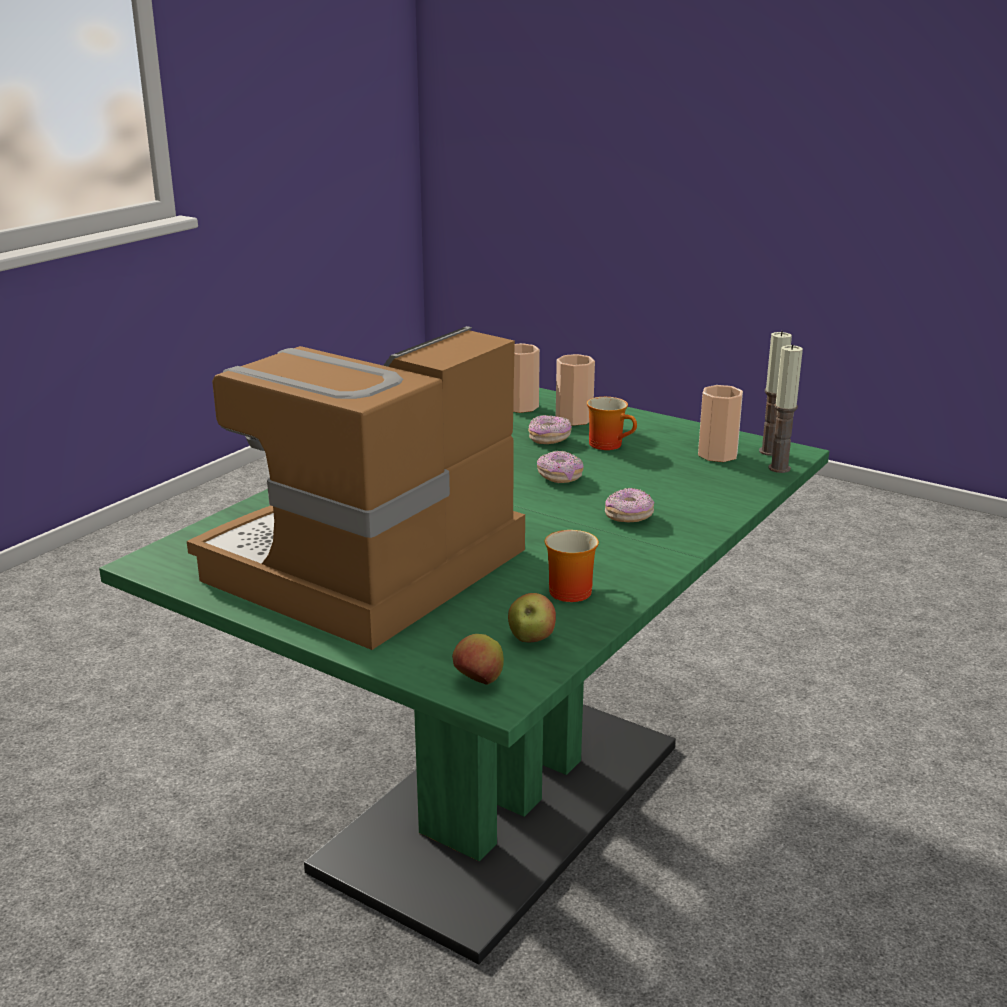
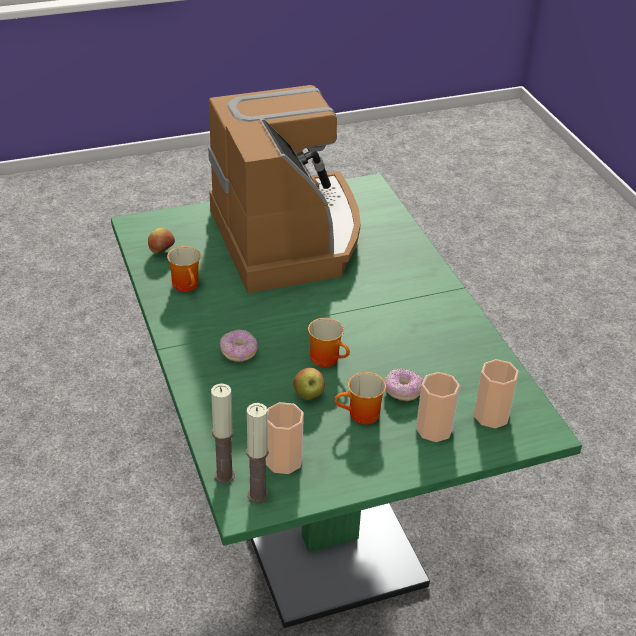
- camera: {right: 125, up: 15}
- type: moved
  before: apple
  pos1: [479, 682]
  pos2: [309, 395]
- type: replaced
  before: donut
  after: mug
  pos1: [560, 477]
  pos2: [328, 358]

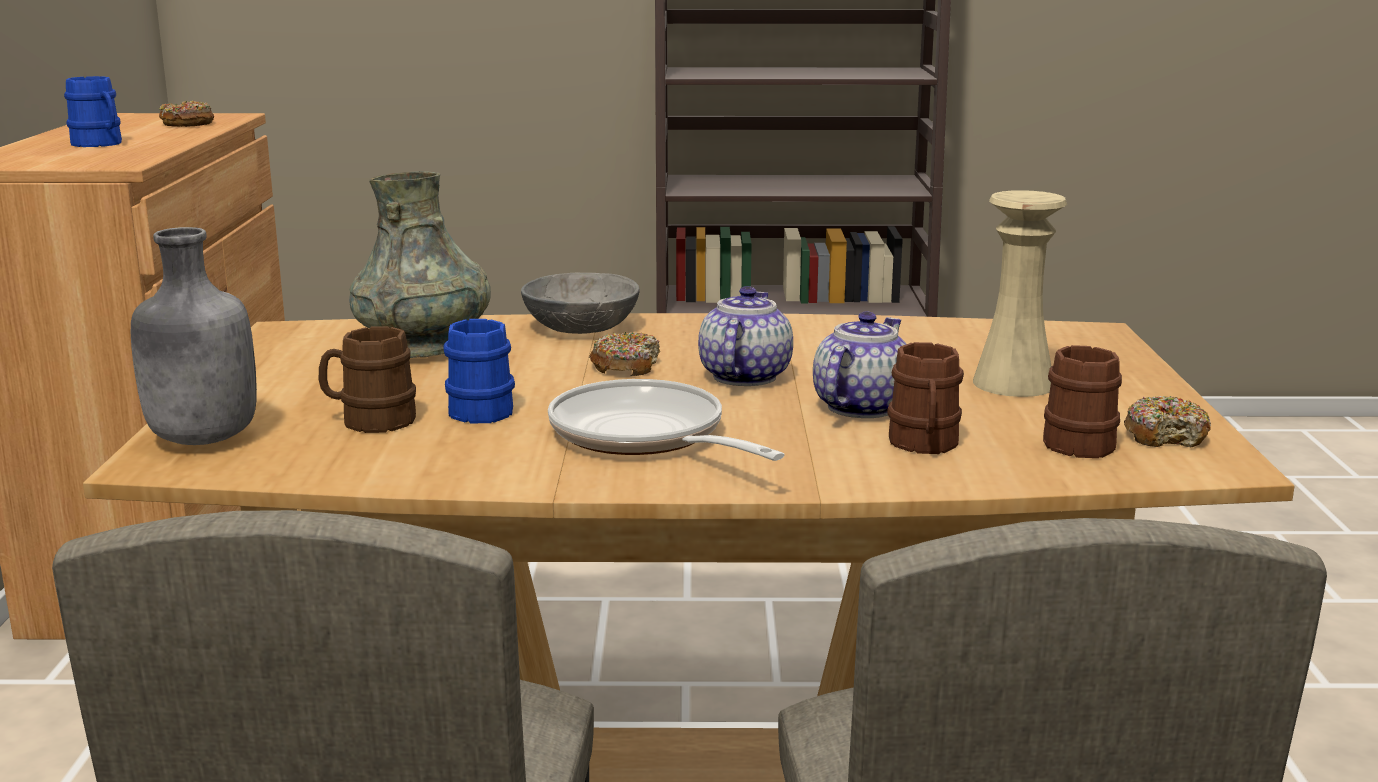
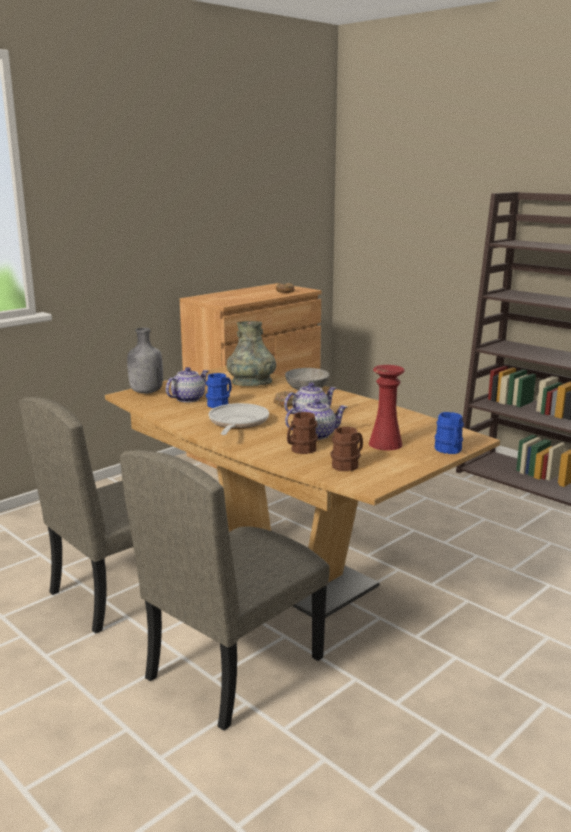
- camera: {right: 45, up: 0}
- type: moved
  before: mug/blue
  pos1: [100, 144]
  pos2: [449, 450]
- type: replaced
  before: mug/brown
  after: teapot
  pos1: [370, 421]
  pos2: [188, 399]
- type: recoloured
  before: vase/beige
  after: vase/red
  pos1: [1013, 383]
  pos2: [385, 444]
- type: removed
  before: donut
  pos1: [1165, 436]

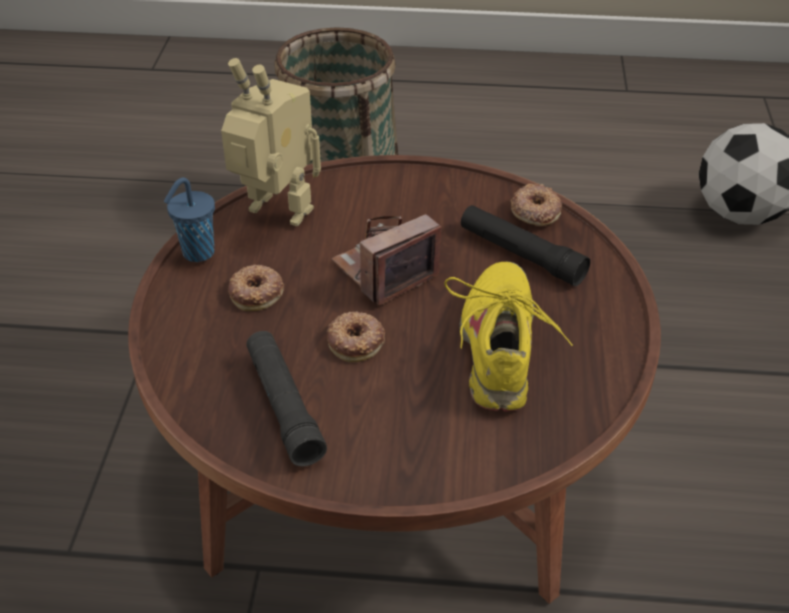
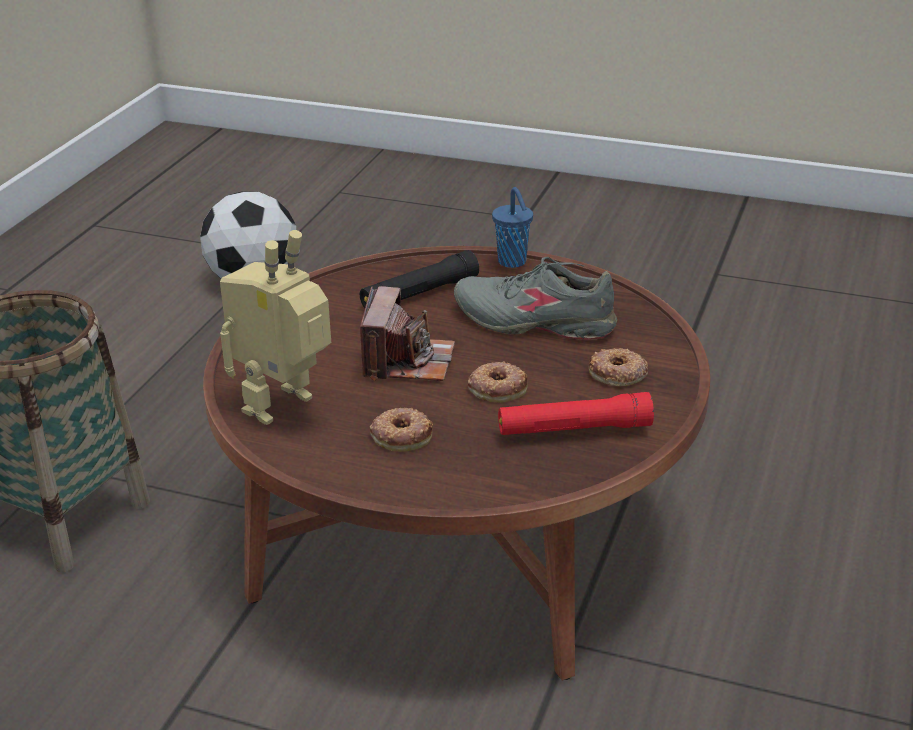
- camera: {right: -75, up: -10}
- type: moved
  before: cup/blue
  pos1: [196, 254]
  pos2: [513, 262]
- type: recoloured
  before: flashlight/black
  after: flashlight/red
  pos1: [284, 406]
  pos2: [574, 429]
- type: turned
  before: photo camera
  pos1: [385, 272]
  pos2: [407, 361]
  turn: -150
- type: recoloured
  before: shoe/yellow
  after: shoe/grey
  pos1: [501, 349]
  pos2: [536, 322]
- type: moved
  before: donut
  pos1: [535, 210]
  pos2: [617, 373]

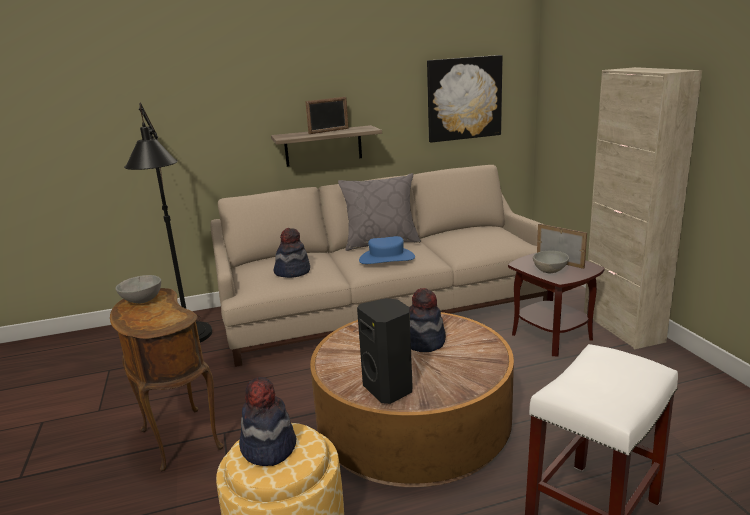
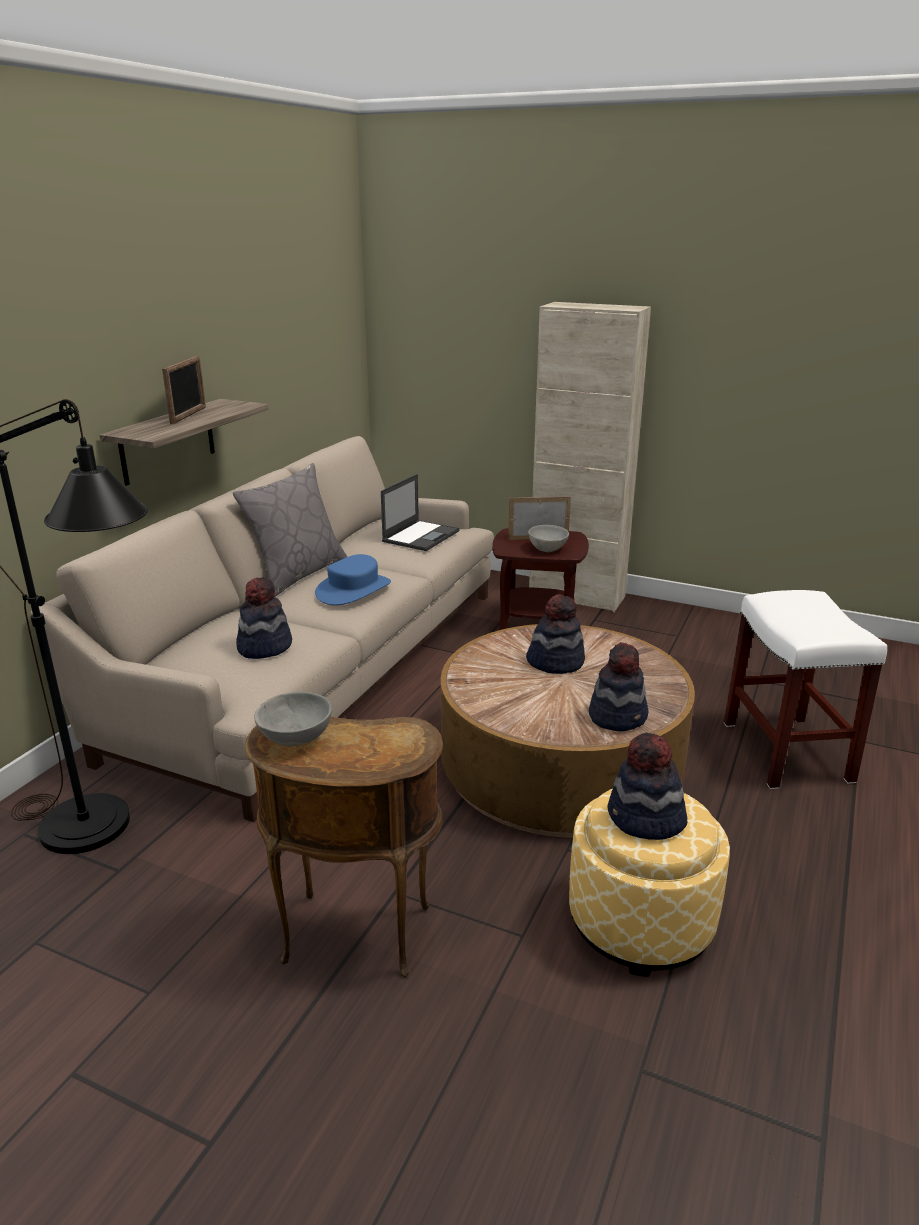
- camera: {right: -50, up: 5}
- type: replaced
  before: speaker/black
  after: hat
  pos1: [389, 389]
  pos2: [618, 716]
- type: removed
  before: picture
  pos1: [464, 98]
- type: added
  after: laptop
  pos2: [421, 536]

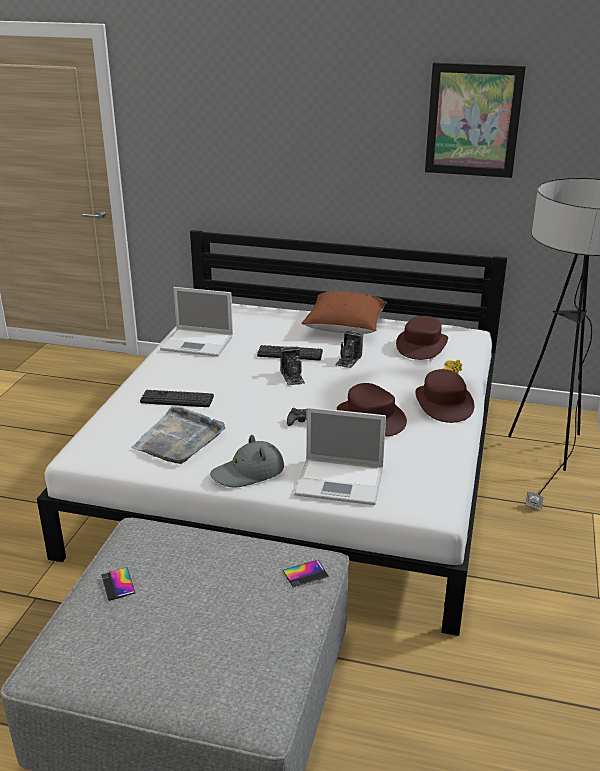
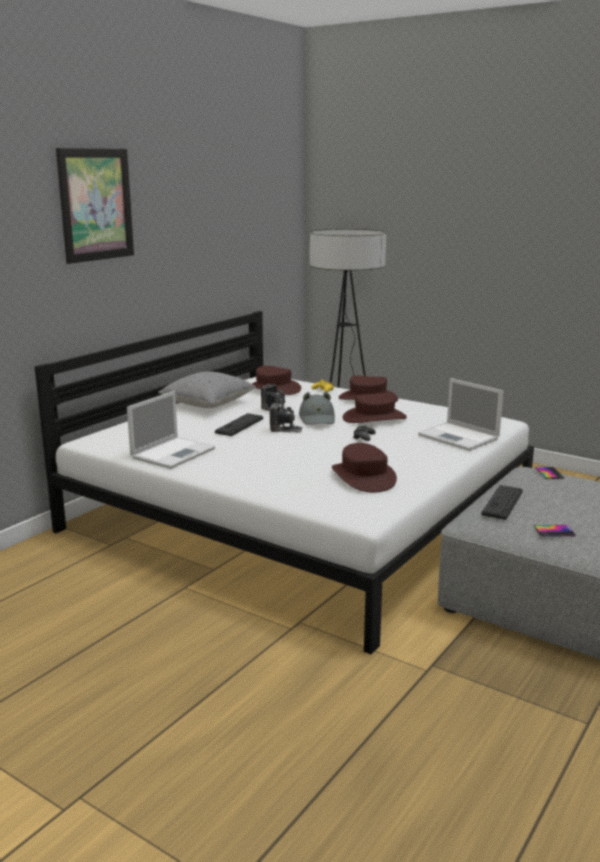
- camera: {right: -70, up: -10}
- type: replaced
  before: tray/grey
  after: hat/brown
  pos1: [179, 439]
  pos2: [364, 477]
- type: moved
  before: keyboard
  pos1: [177, 399]
  pos2: [502, 503]
- type: moved
  before: hat/grey
  pos1: [248, 472]
  pos2: [317, 418]
- type: turned
  before: laptop
  pos1: [341, 481]
  pos2: [460, 437]
  turn: 105
- type: recoloured
  before: pillow/brown
  after: pillow/grey
  pos1: [345, 327]
  pos2: [208, 404]
- type: moved
  before: picture
  pos1: [473, 120]
  pos2: [96, 205]

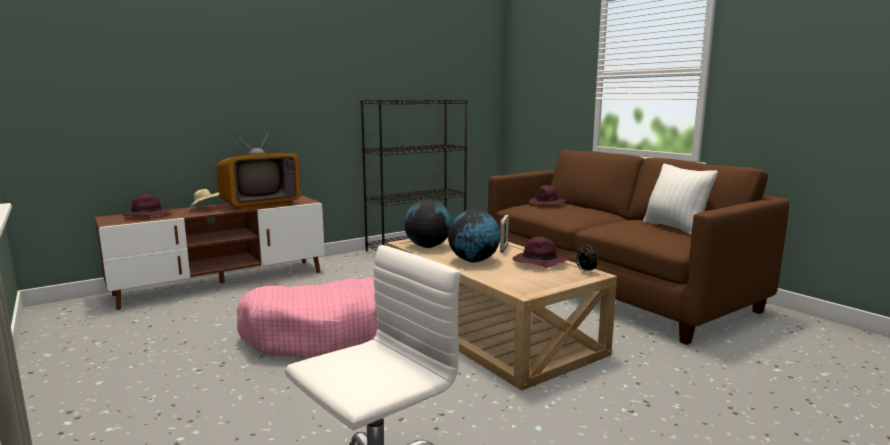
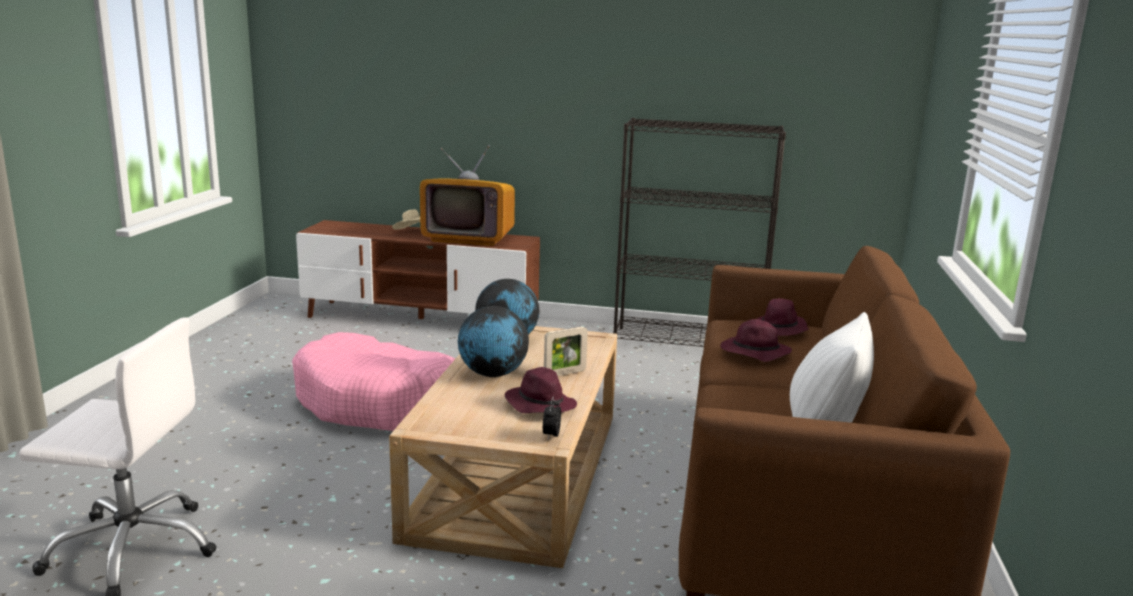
- camera: {right: 45, up: 5}
- type: moved
  before: hat/purple
  pos1: [146, 215]
  pos2: [753, 353]

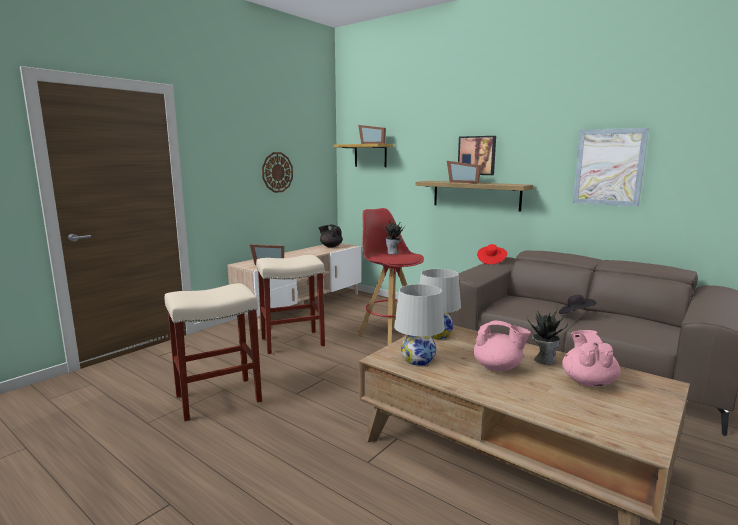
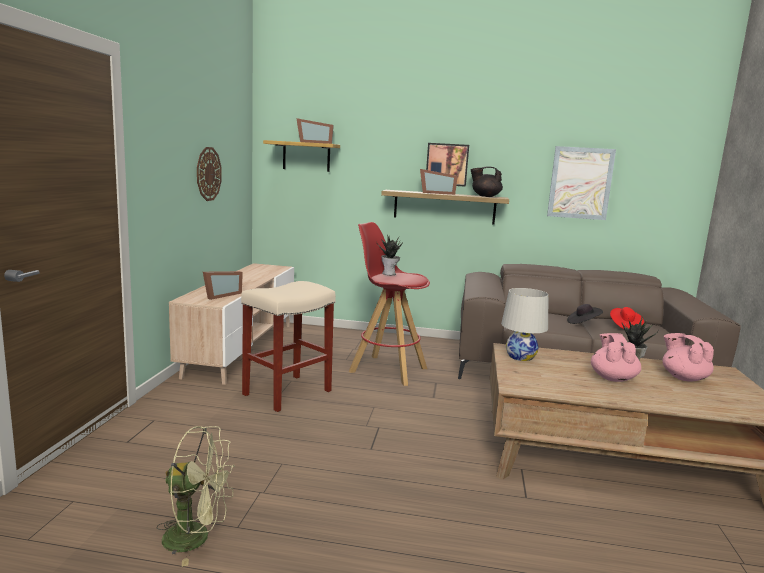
- camera: {right: -30, up: 0}
- type: removed
  before: stool/beige
  pos1: [219, 398]
- type: moved
  before: teapot/black
  pos1: [331, 246]
  pos2: [485, 196]
- type: removed
  before: table lamp/white
  pos1: [418, 360]
- type: turned
  before: teapot/pink
  pos1: [498, 367]
  pos2: [612, 378]
  turn: -75
- type: moved
  before: hat/red
  pos1: [491, 261]
  pos2: [625, 327]
- type: added
  after: fan/green
  pos2: [196, 538]

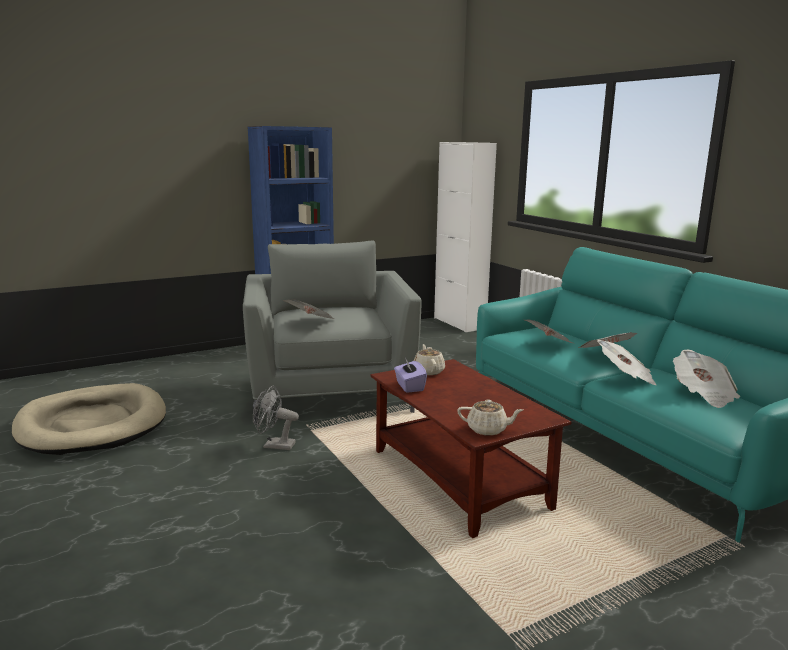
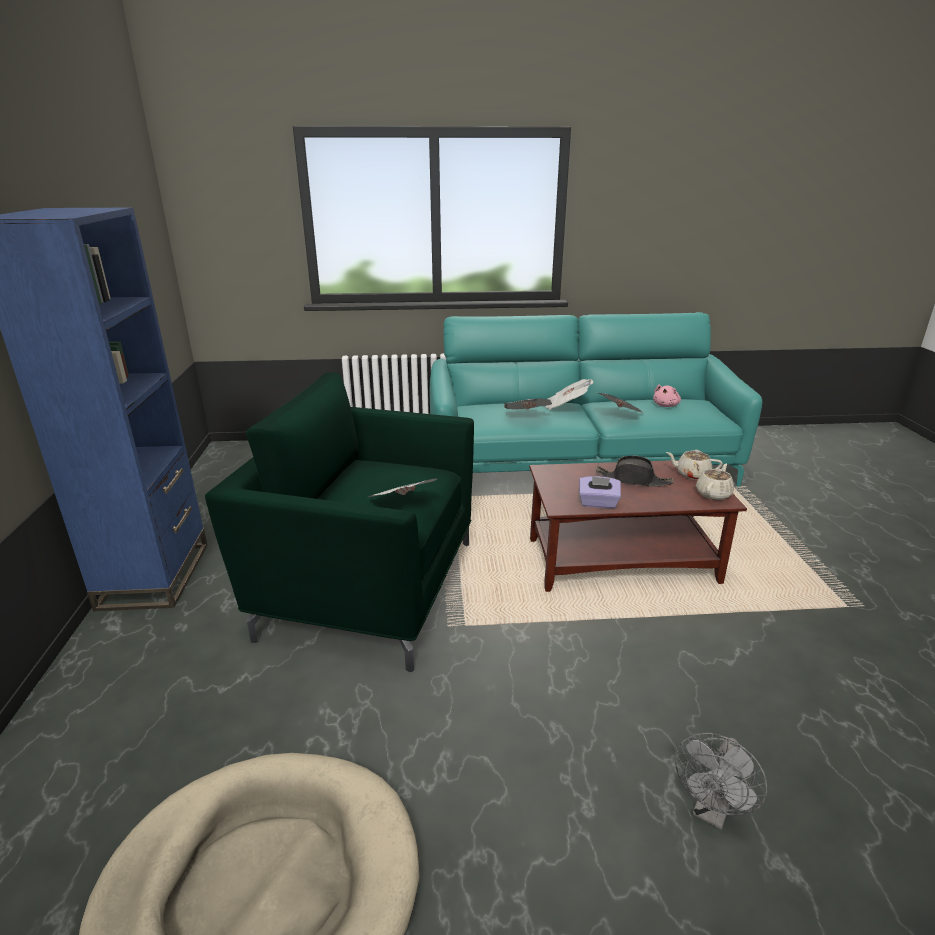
- camera: {right: -65, up: 10}
- type: recoloured
  before: armchair/grey
  after: armchair/green
  pos1: [331, 393]
  pos2: [367, 586]
- type: moved
  before: fan/grey
  pos1: [274, 445]
  pos2: [711, 811]
- type: moved
  before: teapot/beige
  pos1: [428, 371]
  pos2: [691, 474]
- type: removed
  before: cabinet/white
  pos1: [459, 323]
- type: replaced
  before: newspaper
  after: plush toy/pink
  pos1: [703, 394]
  pos2: [666, 405]
- type: added
  after: hat/black
  pos2: [633, 480]

